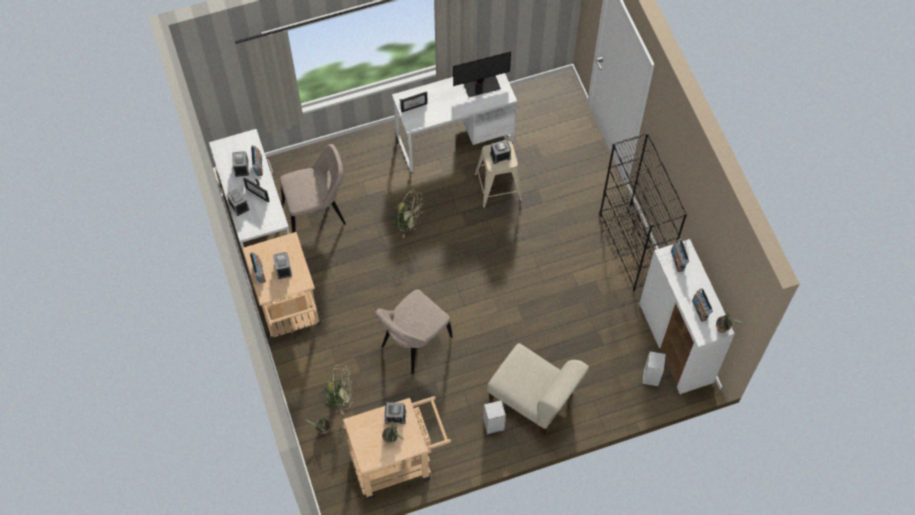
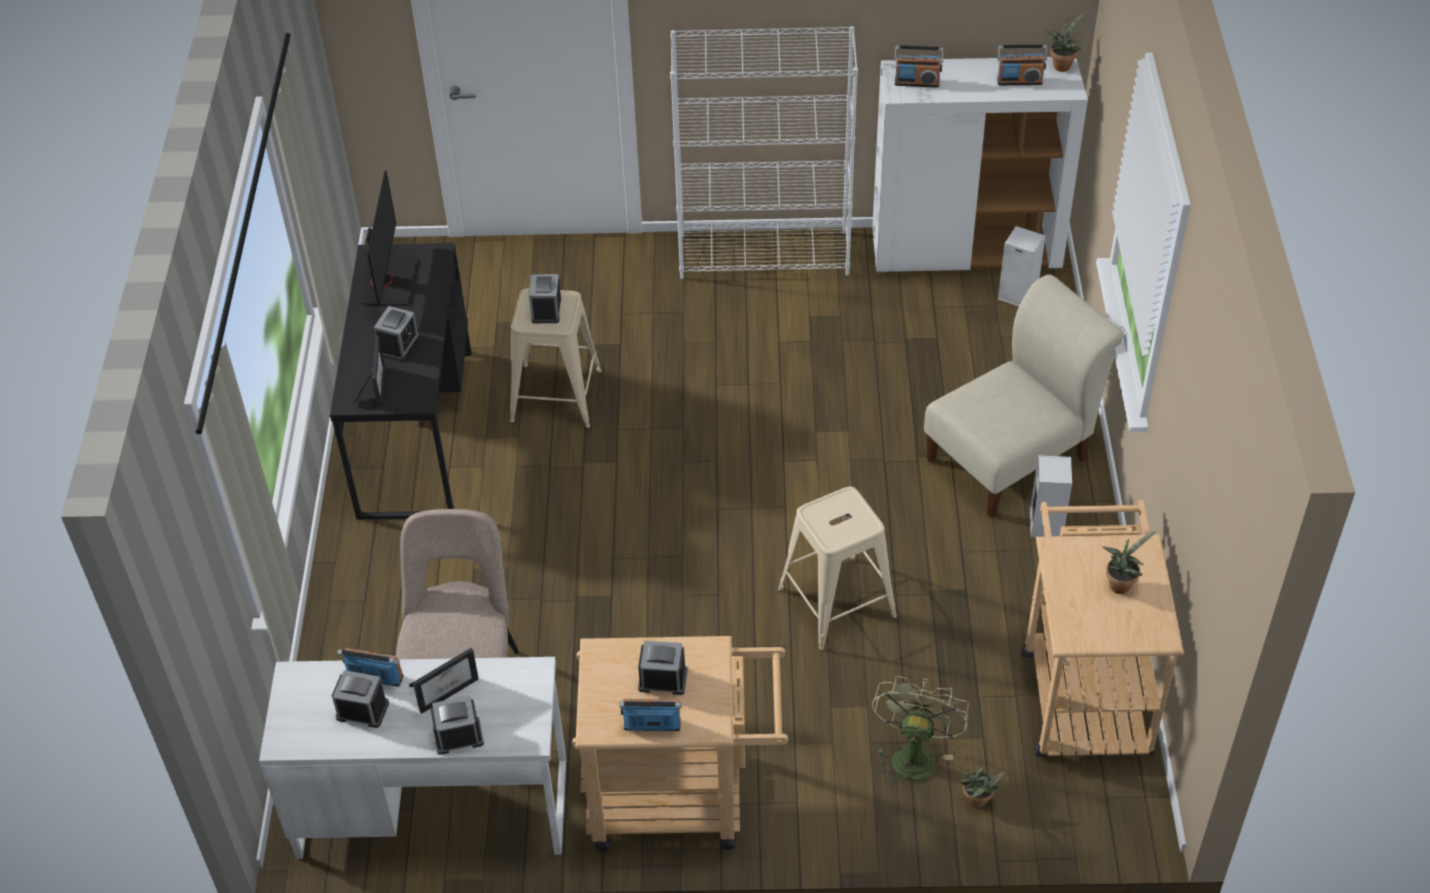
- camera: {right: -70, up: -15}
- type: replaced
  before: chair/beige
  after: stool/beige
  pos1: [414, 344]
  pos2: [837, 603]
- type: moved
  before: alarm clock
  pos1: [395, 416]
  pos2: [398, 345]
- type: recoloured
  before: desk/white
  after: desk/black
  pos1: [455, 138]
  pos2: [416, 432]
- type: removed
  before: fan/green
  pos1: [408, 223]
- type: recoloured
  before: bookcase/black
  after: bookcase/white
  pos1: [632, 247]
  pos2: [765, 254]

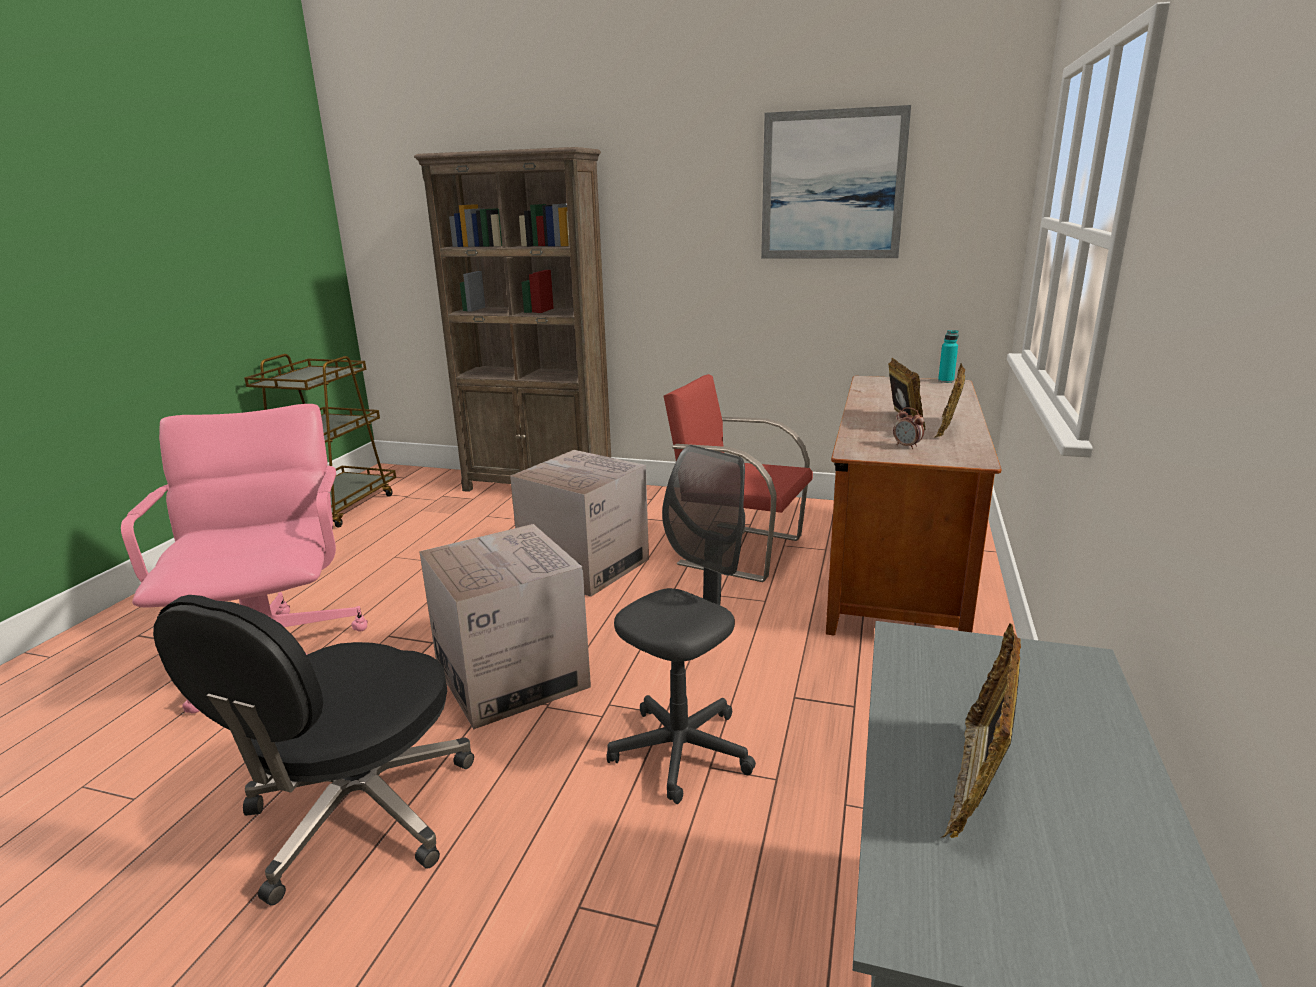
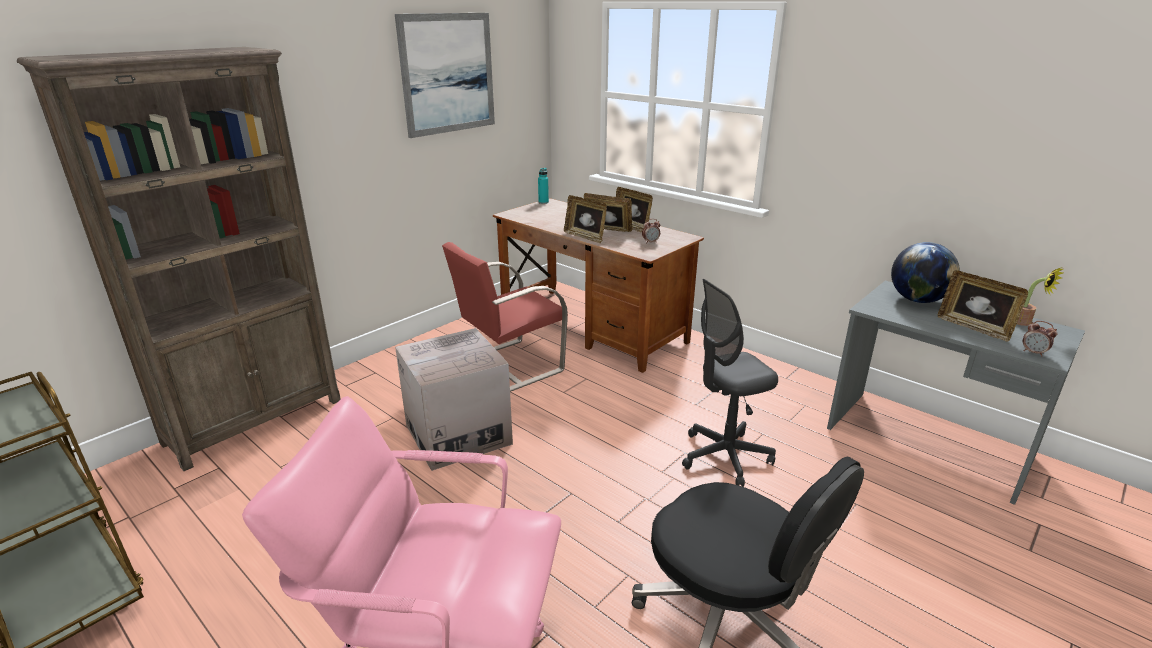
- camera: {right: -65, up: 5}
- type: removed
  before: cardboard box
  pos1: [512, 676]
- type: turned
  before: office chair/grey
  pos1: [681, 751]
  pos2: [725, 457]
  turn: -90
- type: added
  after: picture frame
  pos2: [585, 237]
- type: added
  after: globe
  pos2: [917, 300]
- type: added
  after: potted plant
  pos2: [1024, 323]
- type: added
  after: alarm clock
  pos2: [1033, 352]

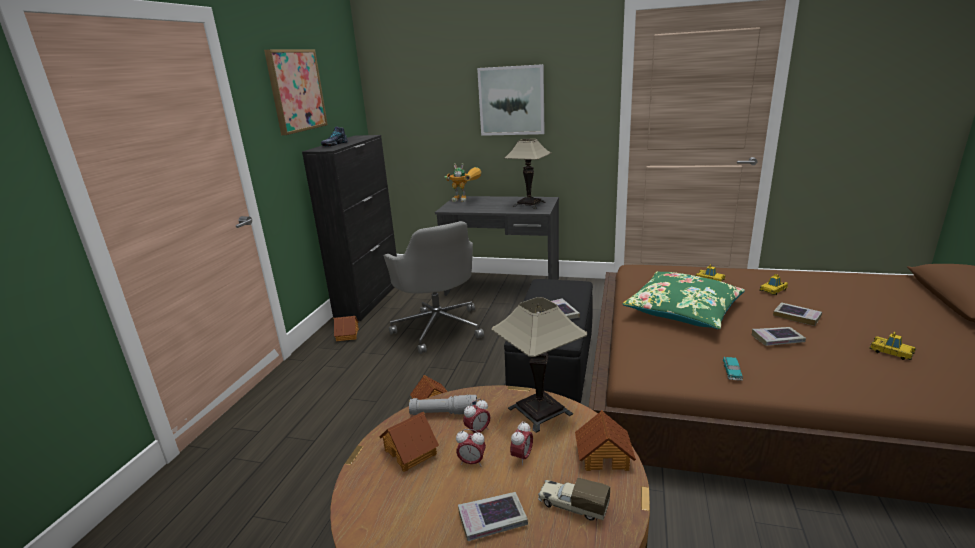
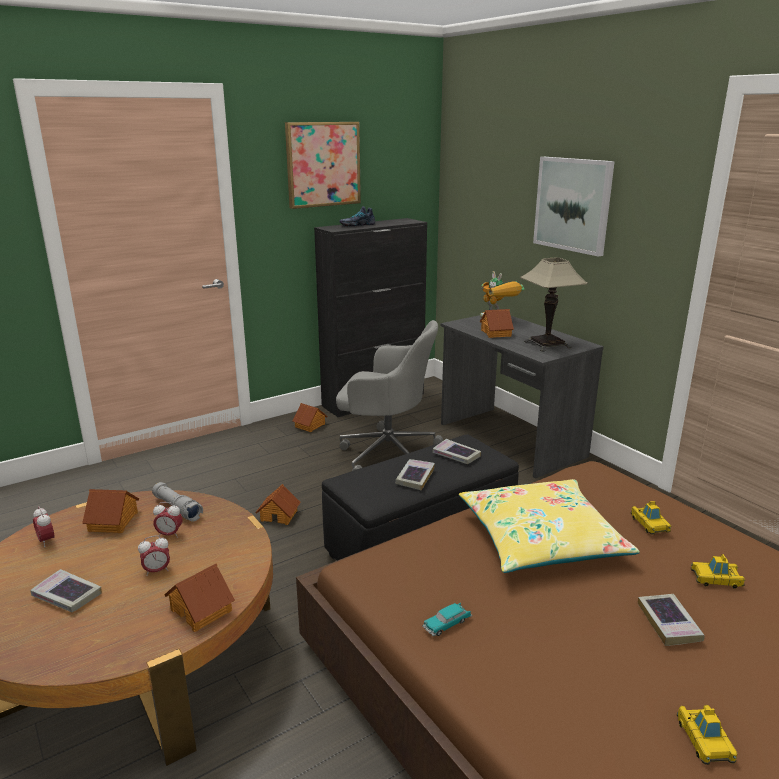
- camera: {right: 40, up: 0}
- type: turned
  before: office chair/grey
  pos1: [438, 327]
  pos2: [387, 453]
  turn: -90
- type: moved
  before: alarm clock
  pos1: [472, 462]
  pos2: [46, 541]
- type: removed
  before: table lamp
  pos1: [540, 411]
- type: removed
  before: toy truck
  pos1: [572, 506]
- type: recoloured
  before: pillow/green
  after: pillow/yellow
  pos1: [683, 310]
  pos2: [541, 539]
- type: moved
  before: book
  pos1: [777, 339]
  pos2: [456, 455]
- type: added
  after: toy house
  pos2: [496, 333]

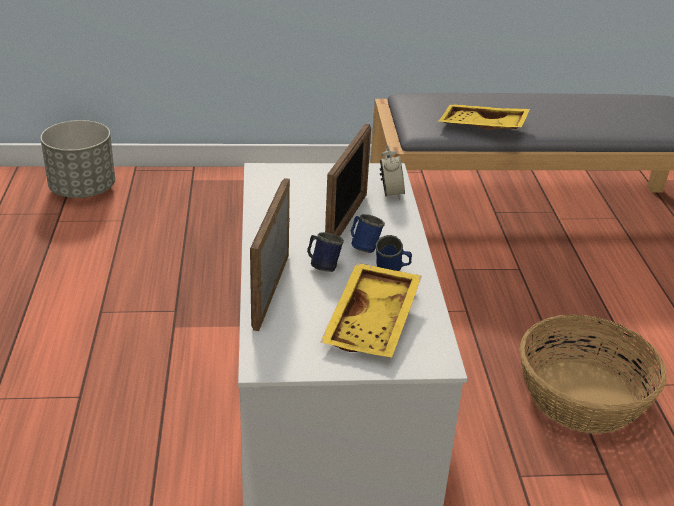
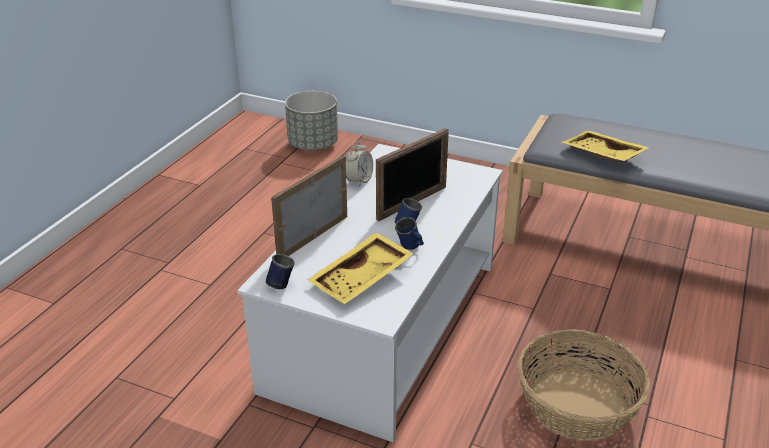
- camera: {right: 30, up: 0}
- type: moved
  before: mug/blue
  pos1: [322, 266]
  pos2: [280, 282]
- type: moved
  before: alarm clock
  pos1: [390, 194]
  pos2: [359, 180]

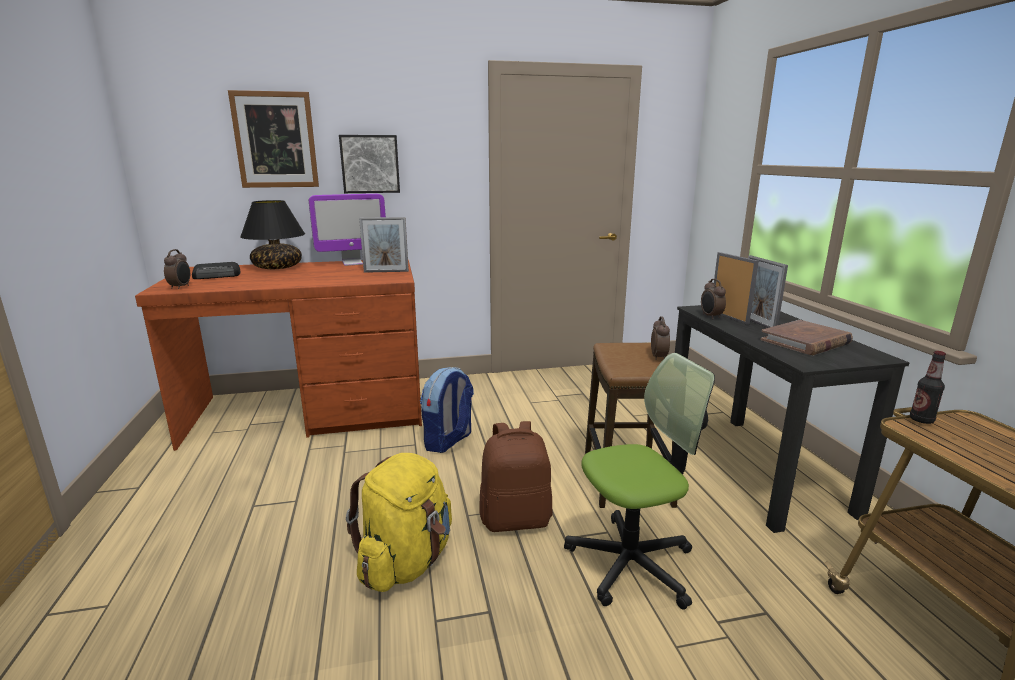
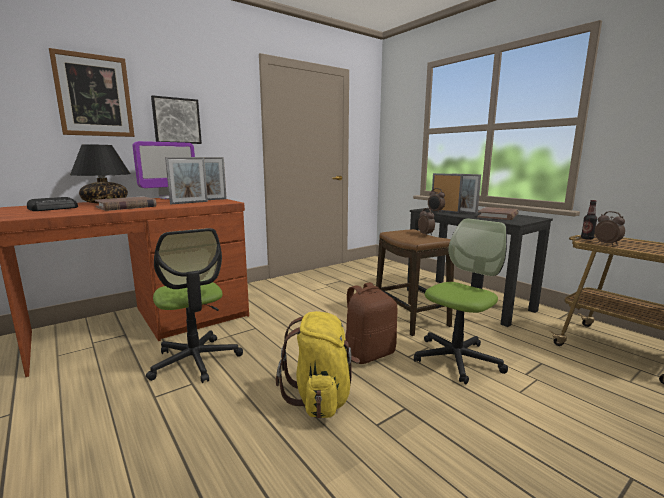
- camera: {right: -25, up: -5}
- type: moved
  before: alarm clock
  pos1: [181, 287]
  pos2: [607, 244]
- type: removed
  before: backpack
  pos1: [448, 441]
- type: added
  after: book/brown
  pos2: [126, 206]
- type: added
  after: office chair
  pos2: [195, 361]
- type: added
  after: picture frame
  pos2: [189, 203]

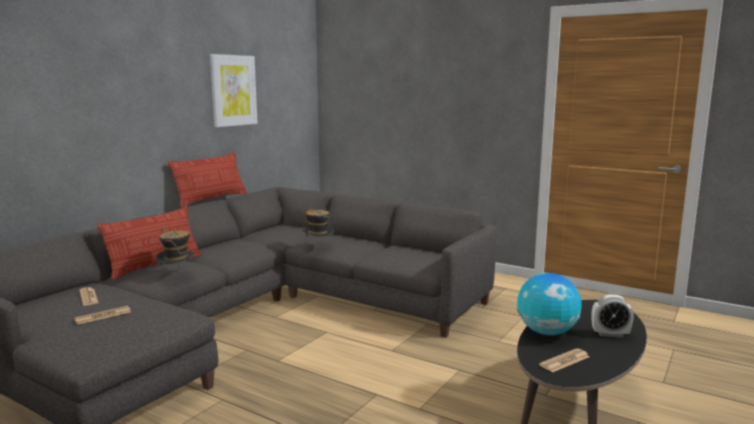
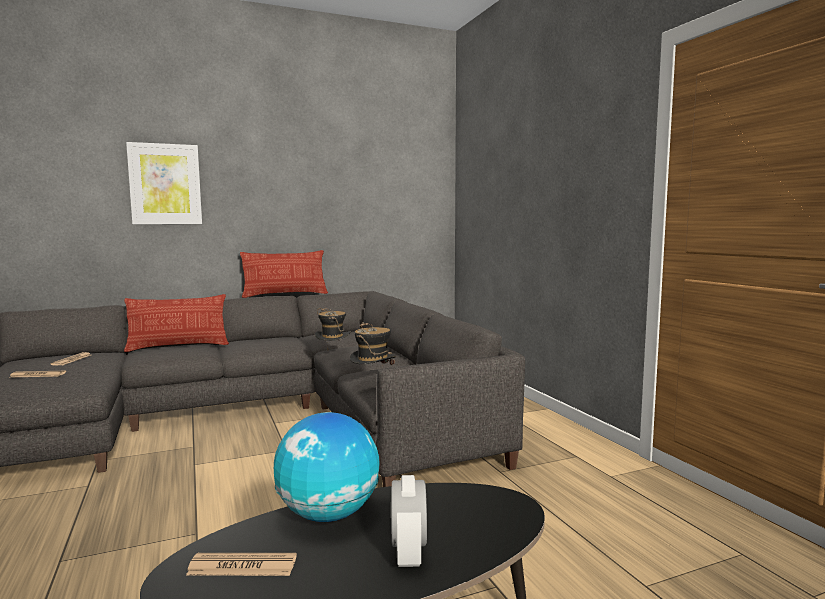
- camera: {right: 35, up: -5}
- type: moved
  before: hat
  pos1: [178, 276]
  pos2: [373, 381]
- type: moved
  before: picture
  pos1: [233, 90]
  pos2: [165, 184]
- type: turned
  before: alarm clock
  pos1: [610, 334]
  pos2: [409, 553]
  turn: 45

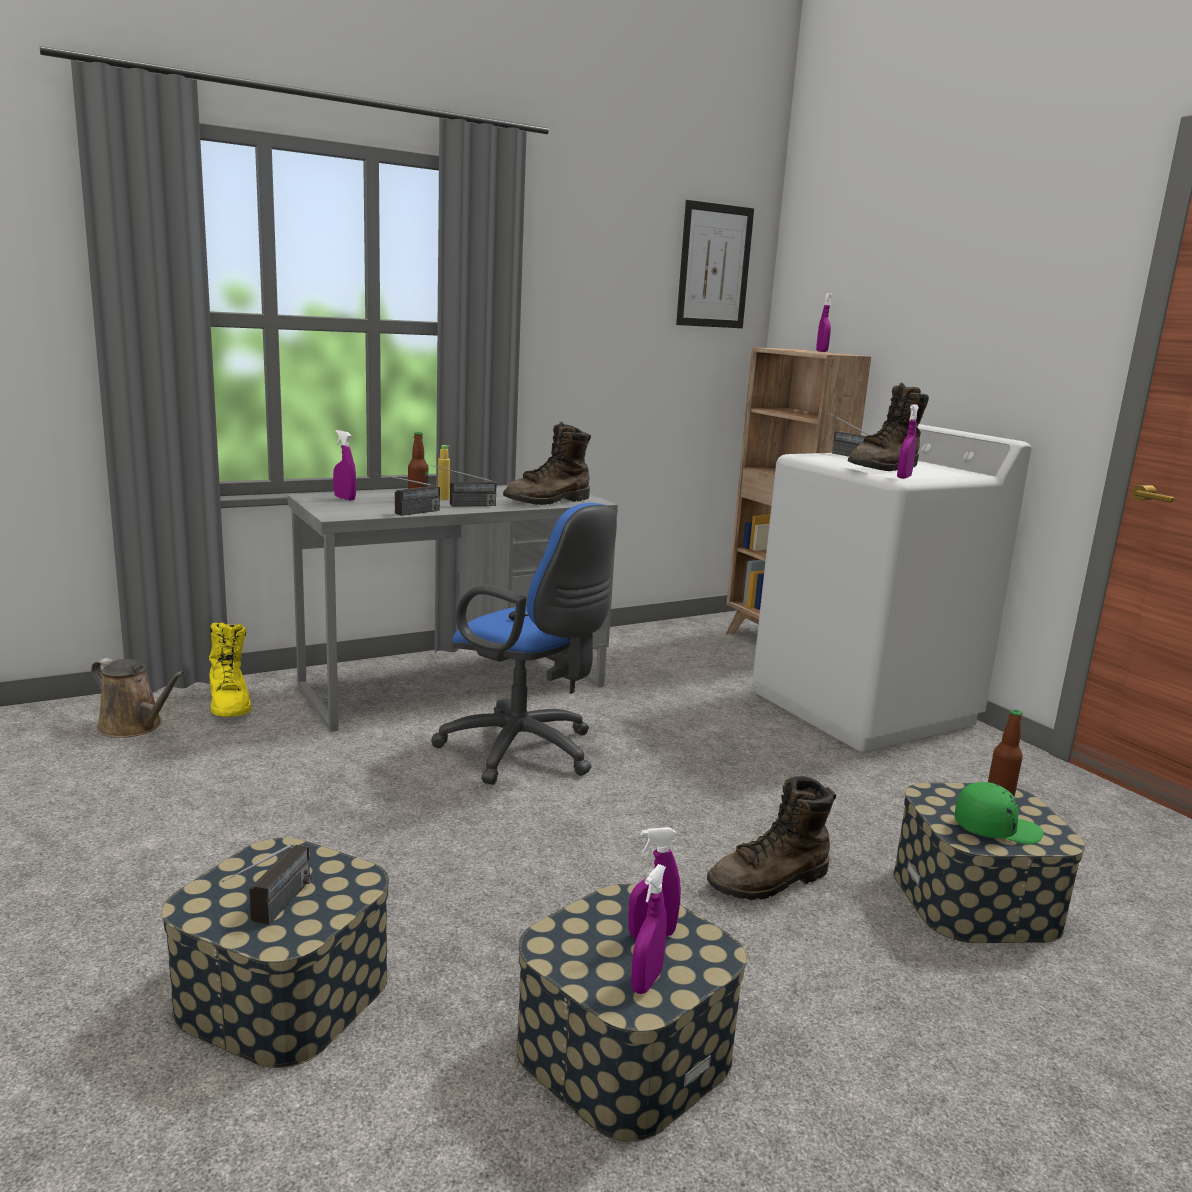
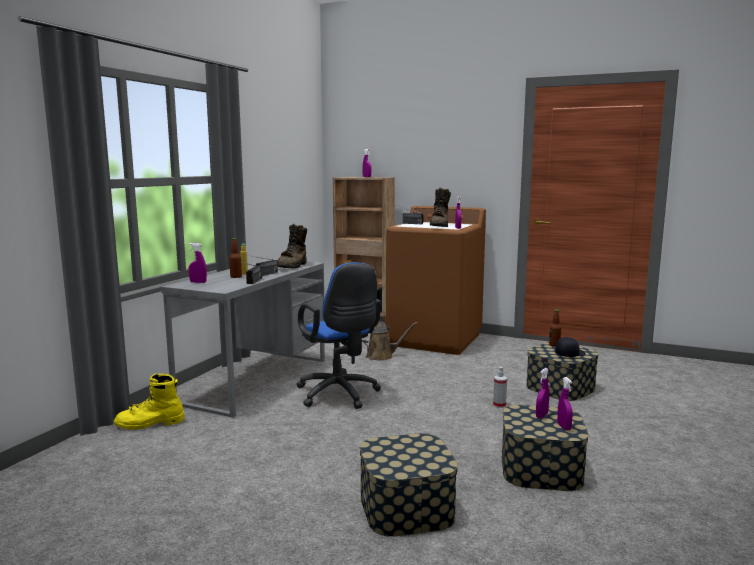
- camera: {right: -35, up: -5}
- type: moved
  before: watering can/brown
  pos1: [134, 726]
  pos2: [382, 356]
- type: turned
  before: boot/yellow
  pos1: [229, 703]
  pos2: [150, 424]
  turn: 135
- type: removed
  before: radio
  pos1: [272, 913]
- type: turned
  before: office chair/blue
  pos1: [526, 752]
  pos2: [339, 395]
  turn: 60
- type: removed
  before: picture
  pos1: [714, 266]
- type: replaced
  before: boot/brown
  after: spray bottle
  pos1: [770, 881]
  pos2: [499, 405]
- type: recoloured
  before: washing machine/white
  after: washing machine/brown
  pos1: [864, 708]
  pos2: [435, 339]
- type: recoloured
  before: cap/green
  after: cap/black
  pos1: [995, 828]
  pos2: [569, 354]

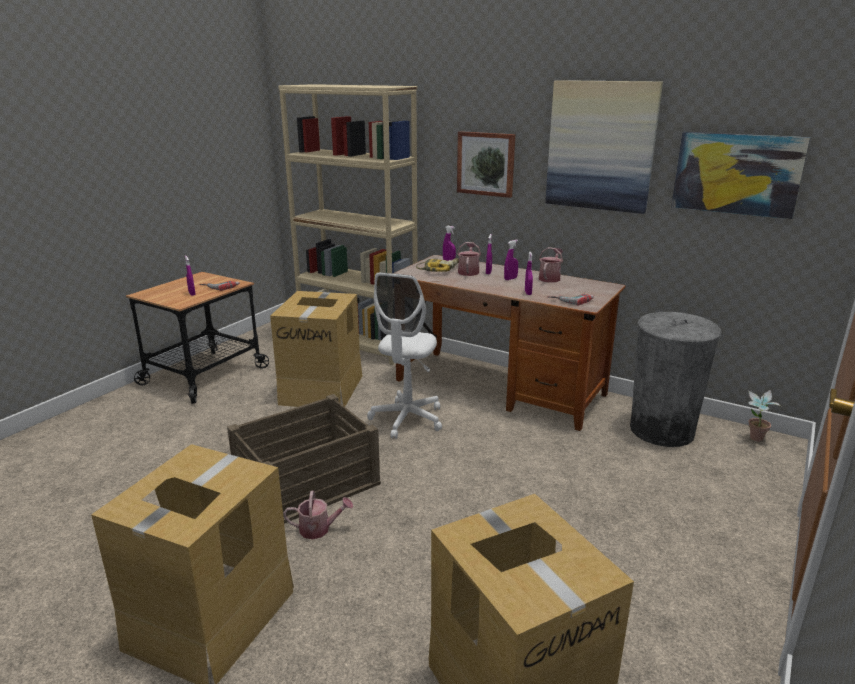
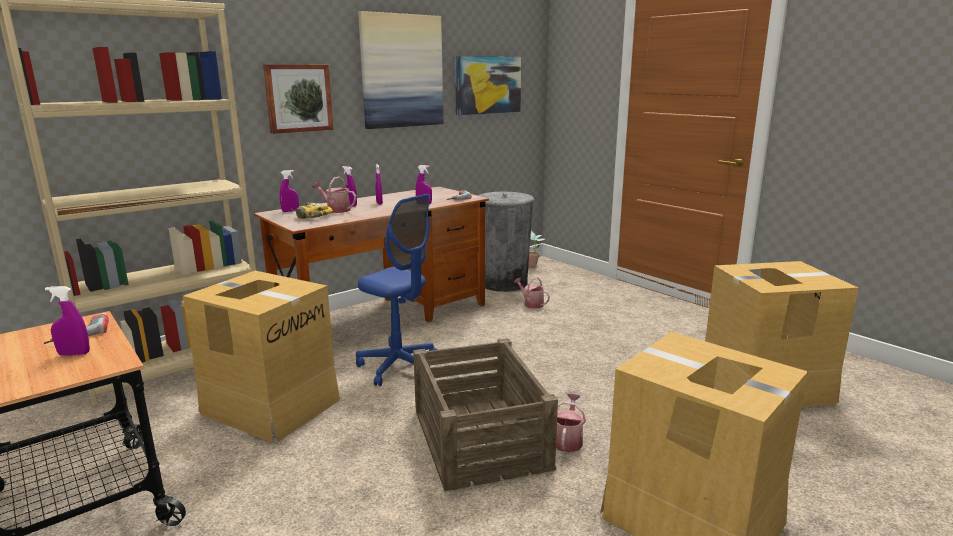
- camera: {right: -70, up: -5}
- type: recoloured
  before: office chair/white
  after: office chair/blue
  pos1: [407, 419]
  pos2: [399, 366]
- type: moved
  before: watering can
  pos1: [550, 278]
  pos2: [531, 304]

